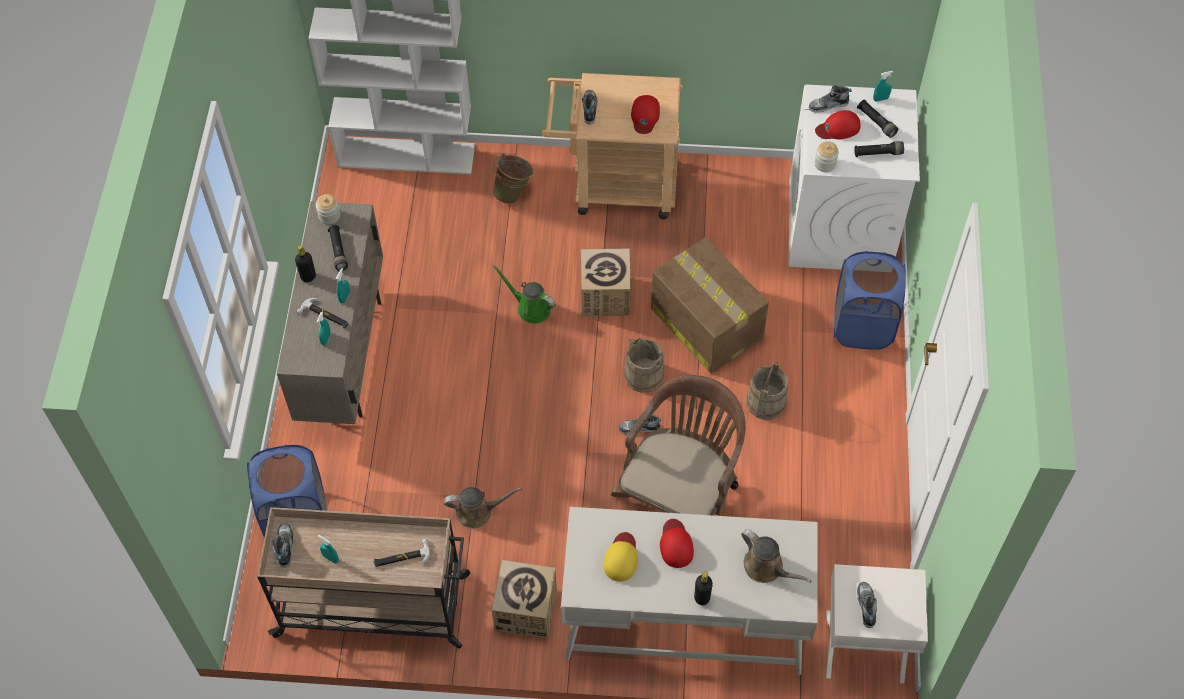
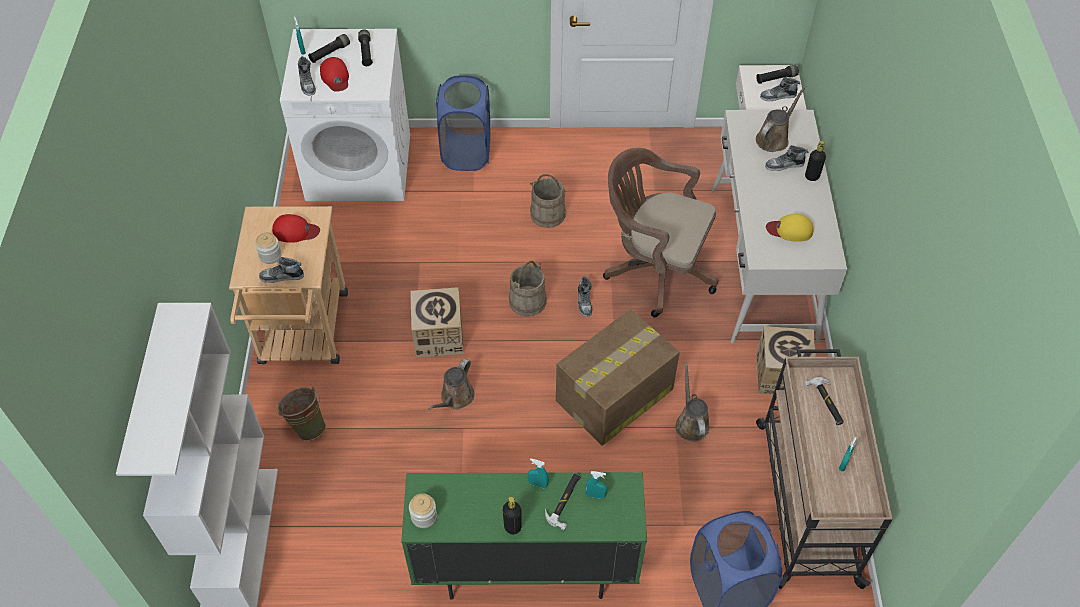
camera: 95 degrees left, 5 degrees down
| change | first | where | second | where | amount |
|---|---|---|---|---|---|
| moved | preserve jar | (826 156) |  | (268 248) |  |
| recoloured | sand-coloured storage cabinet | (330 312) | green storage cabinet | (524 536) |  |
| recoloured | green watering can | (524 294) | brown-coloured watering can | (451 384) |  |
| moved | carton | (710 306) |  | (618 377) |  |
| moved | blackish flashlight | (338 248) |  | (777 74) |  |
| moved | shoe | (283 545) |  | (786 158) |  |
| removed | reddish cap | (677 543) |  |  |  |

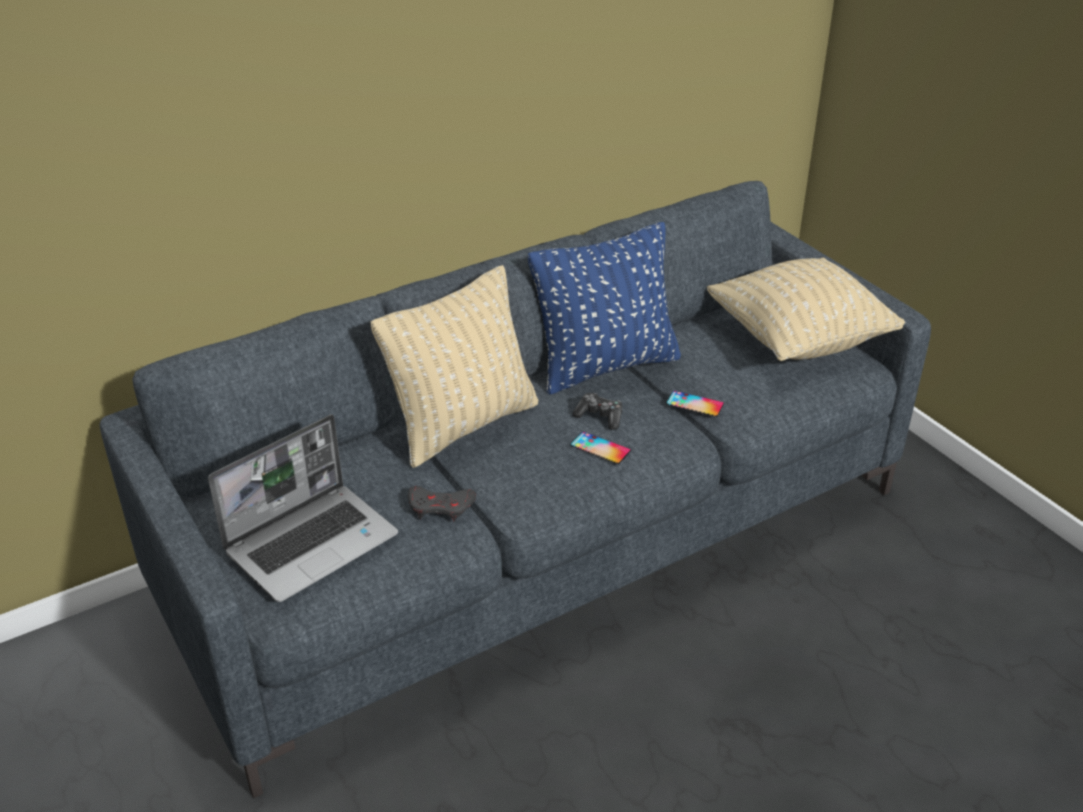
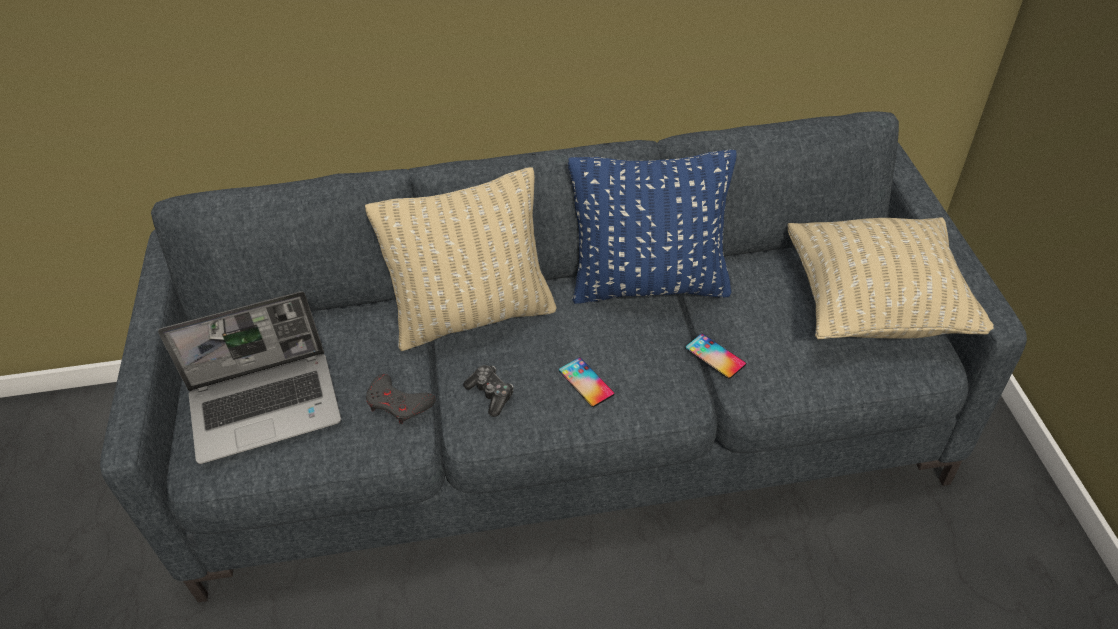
camera: 25 degrees right, 10 degrees up
| change | first | where | second | where | amount |
|---|---|---|---|---|---|
| moved | joypad | (597 411) |  | (488 391) |  |

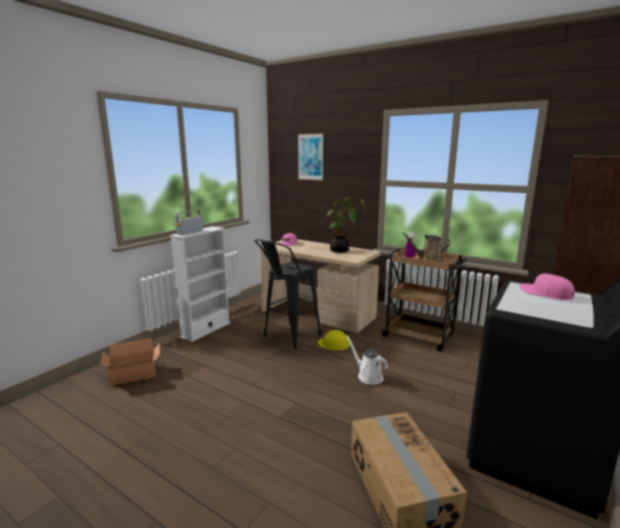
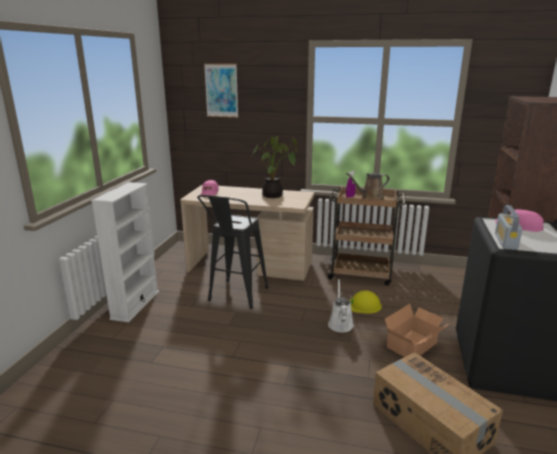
camera: 20 degrees left, 5 degrees up
| change | first | where | second | where | amount |
|---|---|---|---|---|---|
| turned | white watering can | (367 360) |  | (341 306) | 60 degrees clockwise |
| moved | yellow work helmet | (334 340) |  | (366 302) |  |
| moved | carton | (130 362) |  | (417 330) |  |
| moved | radio set | (189 222) |  | (509 227) |  |

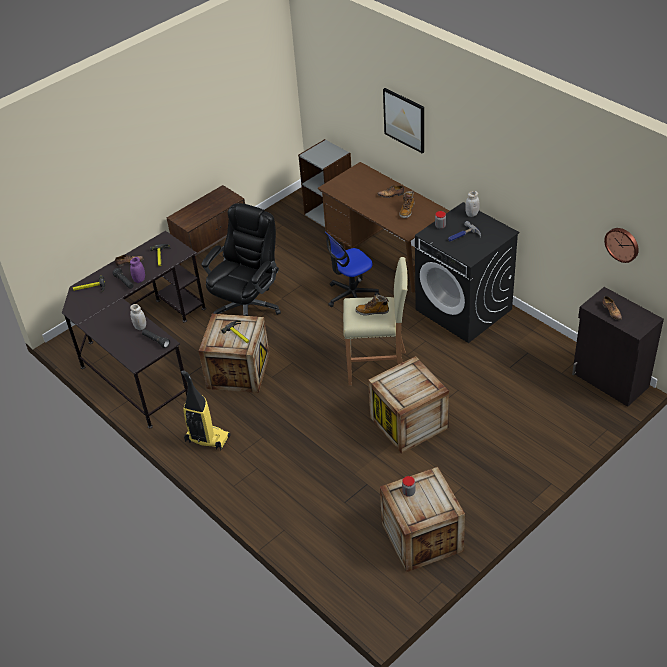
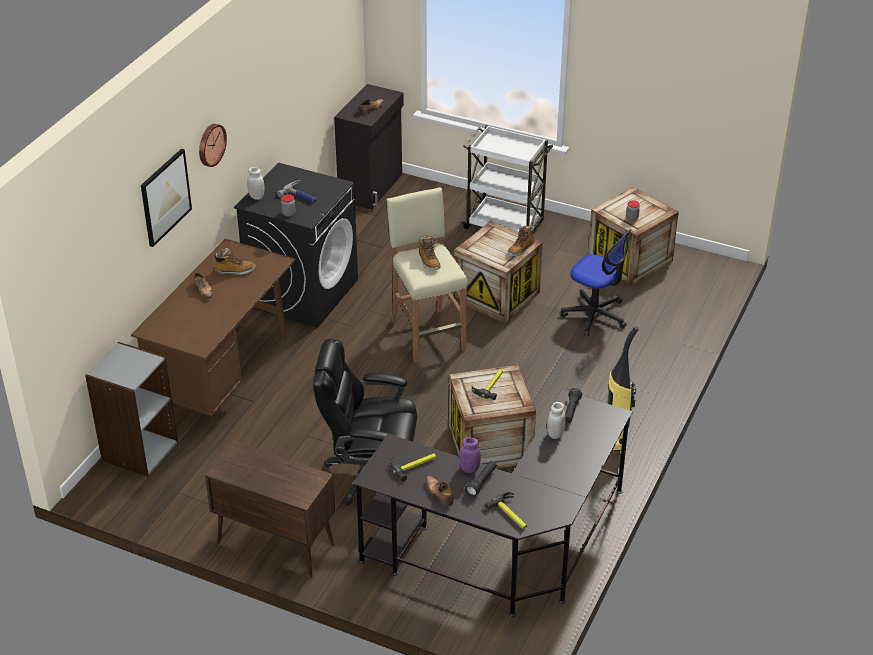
camera: 115 degrees left, 5 degrees down
| change | first | where | second | where | amount |
|---|---|---|---|---|---|
| moved | hanging clock | (621 245) |  | (213 145) |  |
| added |  |  | white wheeled cart | (507 178) |  |
| added |  |  | high-top boot | (521 240) |  |
| moved | computer chair | (352 269) |  | (596 282) |  |

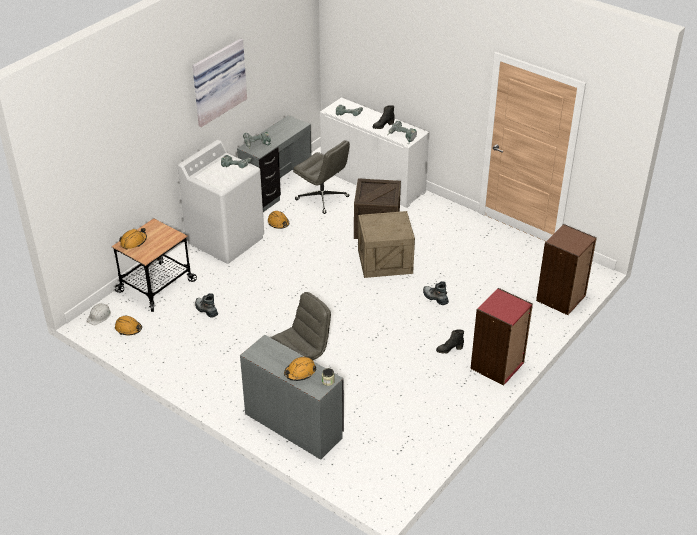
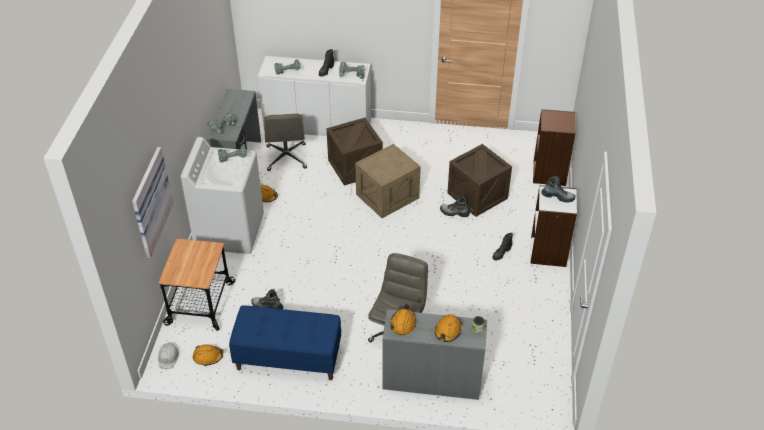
camera: 30 degrees left, 5 degrees up
| change | first | where | second | where | amount |
|---|---|---|---|---|---|
| moved | wall art | (219 82) |  | (153 202) |  |
| added |  |  | bluish long seat | (285 342) |  |
| turned | gray computer chair | (321 177) |  | (285 142) | 75 degrees clockwise |
| moved | orange-coloured work helmet | (133 238) |  | (403 319) |  |
| added |  |  | packing crate | (479 180) |  |
| recoloured | reddish bookshelf | (502 337) | white bookshelf | (553 226) |  |
| added |  |  | high-top boot | (558 189) |  |

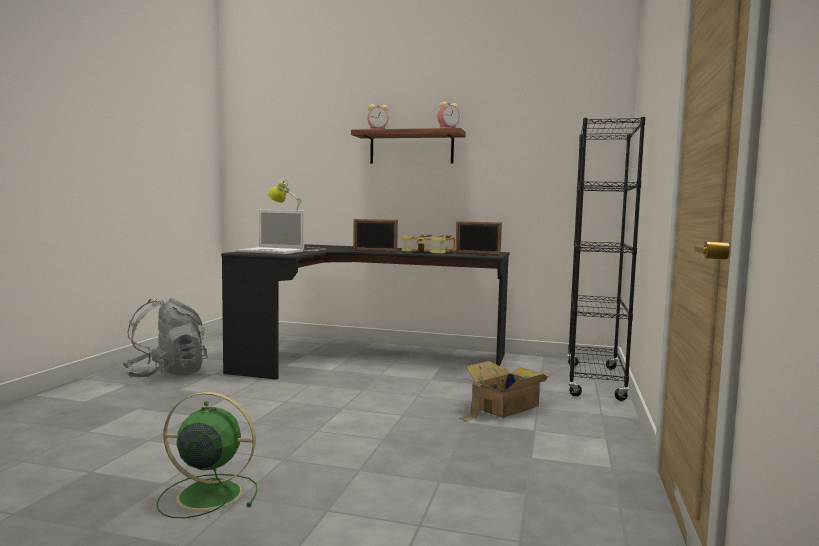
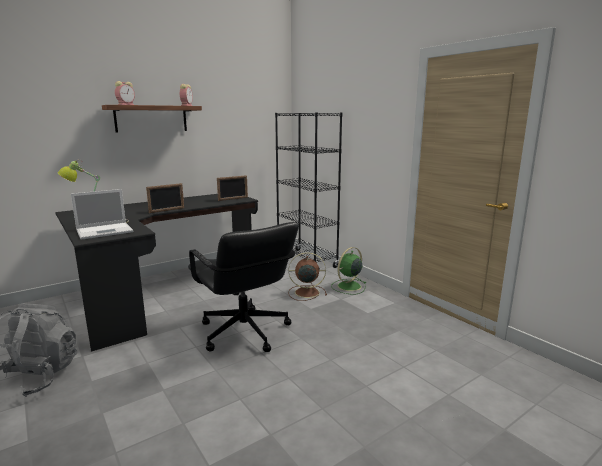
camera: 50 degrees left, 10 degrees up
| change | first | where | second | where | amount |
|---|---|---|---|---|---|
| added |  |  | blackish computer chair | (243 287) |  |
| replaced | carton | (503 391) | brown-coloured cooling fan | (307 276) |  |
| moved | green cooling fan | (207 455) |  | (348 271) |  |
| removed | volume | (428 243) |  |  |  |

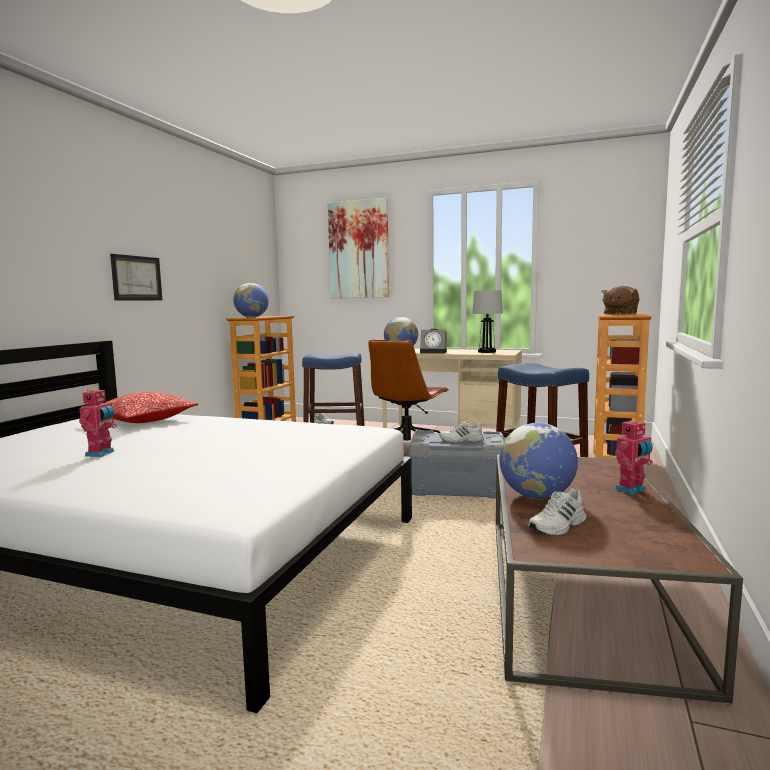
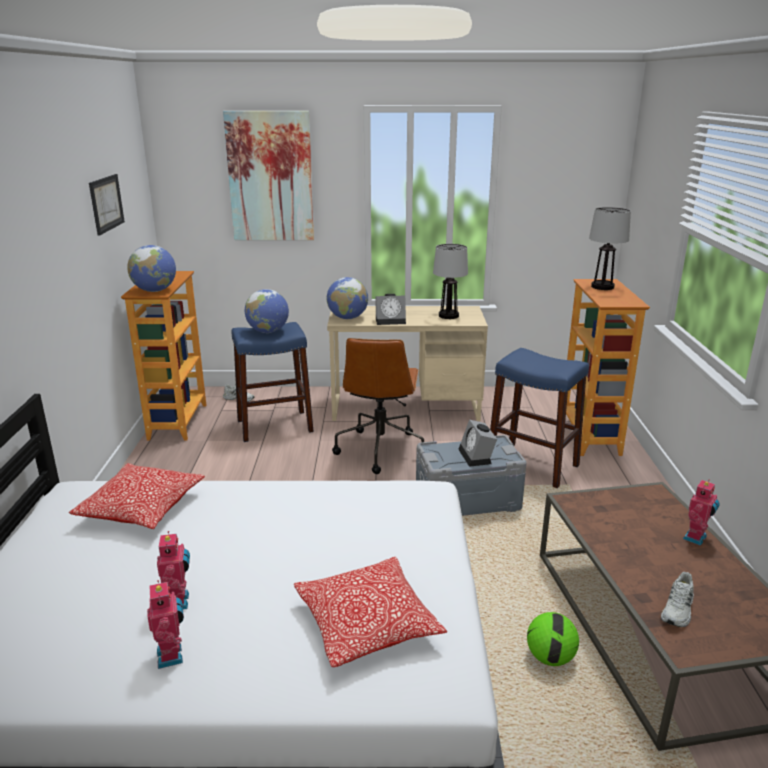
camera: 20 degrees left, 15 degrees up
| change | first | where | second | where | amount |
|---|---|---|---|---|---|
| moved | wall art | (136 277) |  | (107 204) |  |
| added |  |  | model robot | (165 624) |  |
| moved | globe | (538 461) |  | (267 311) |  |
| added |  |  | cushion | (370 612) |  |
| replaced | white shoe | (461 432) | table clock | (477 443) |  |
| added |  |  | ball for football | (553 639) |  |
| replaced | brown-coloured soft toy | (620 300) | table lamp | (610 248) |  |

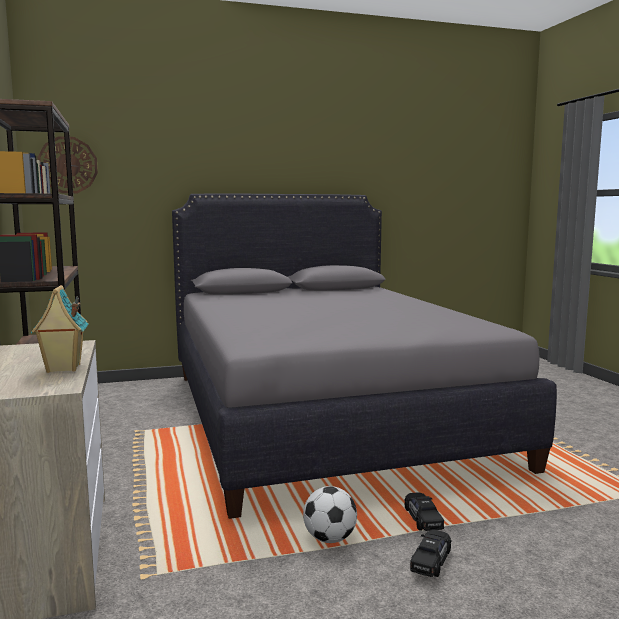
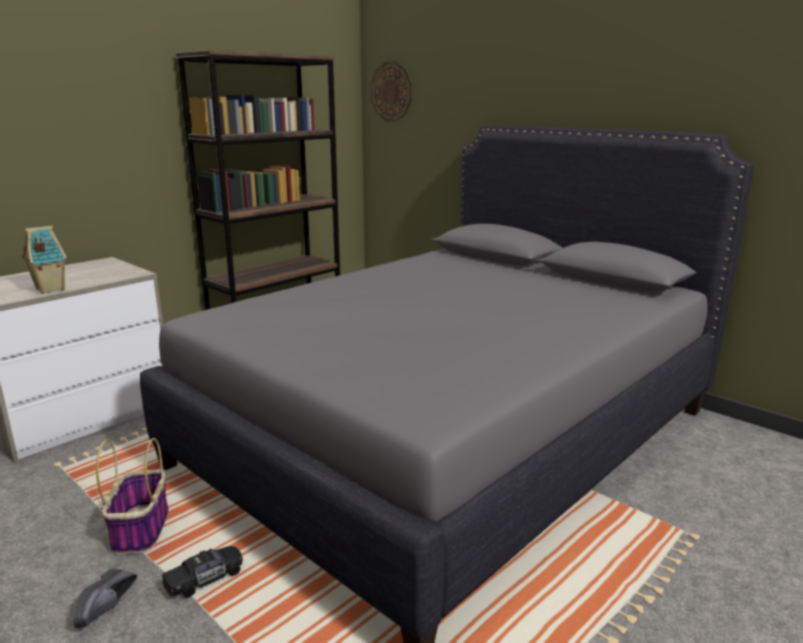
camera: 60 degrees right, 10 degrees up
| change | first | where | second | where | amount |
|---|---|---|---|---|---|
| replaced | blackish model car | (430 553) | blackish shoe | (105 598) |  |
| replaced | ball for football | (330 514) | storage basket | (132 496) |  |

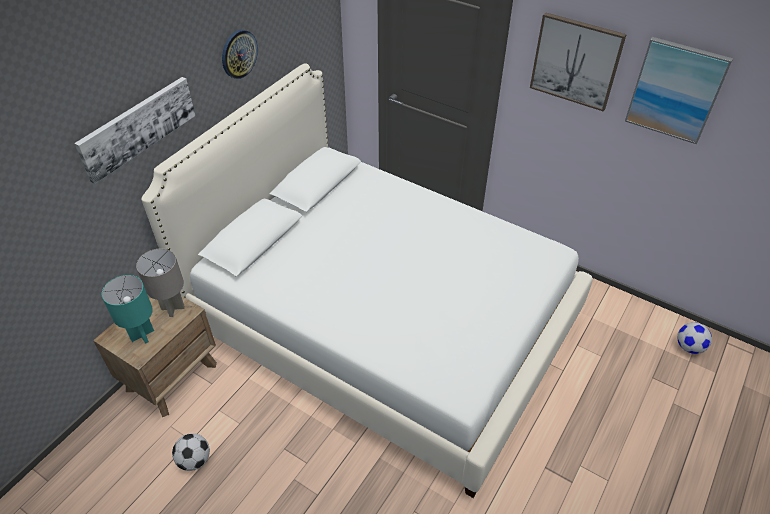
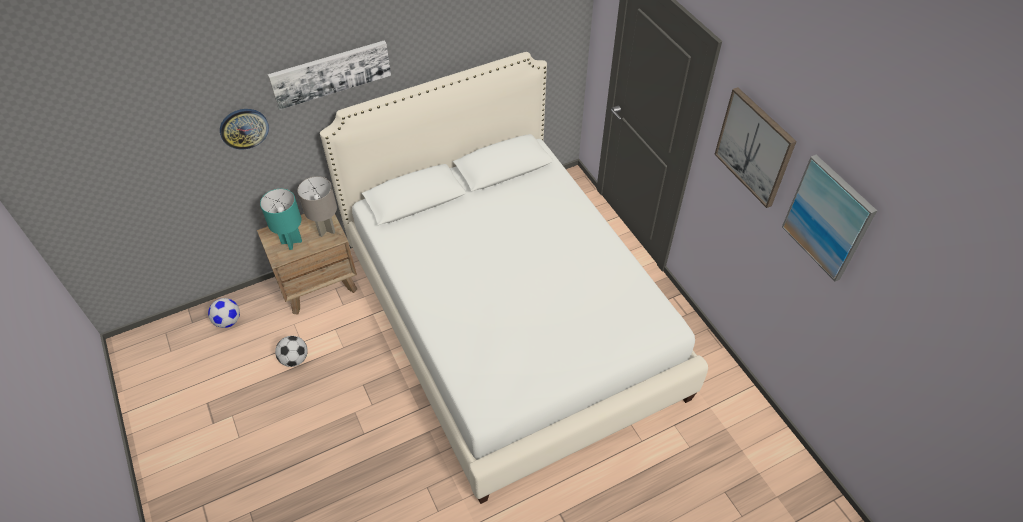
camera: 30 degrees right, 5 degrees up
| change | first | where | second | where | amount |
|---|---|---|---|---|---|
| moved | ball for football | (694 338) |  | (224 313) |  |
| moved | hanging clock | (240 54) |  | (244 129) |  |

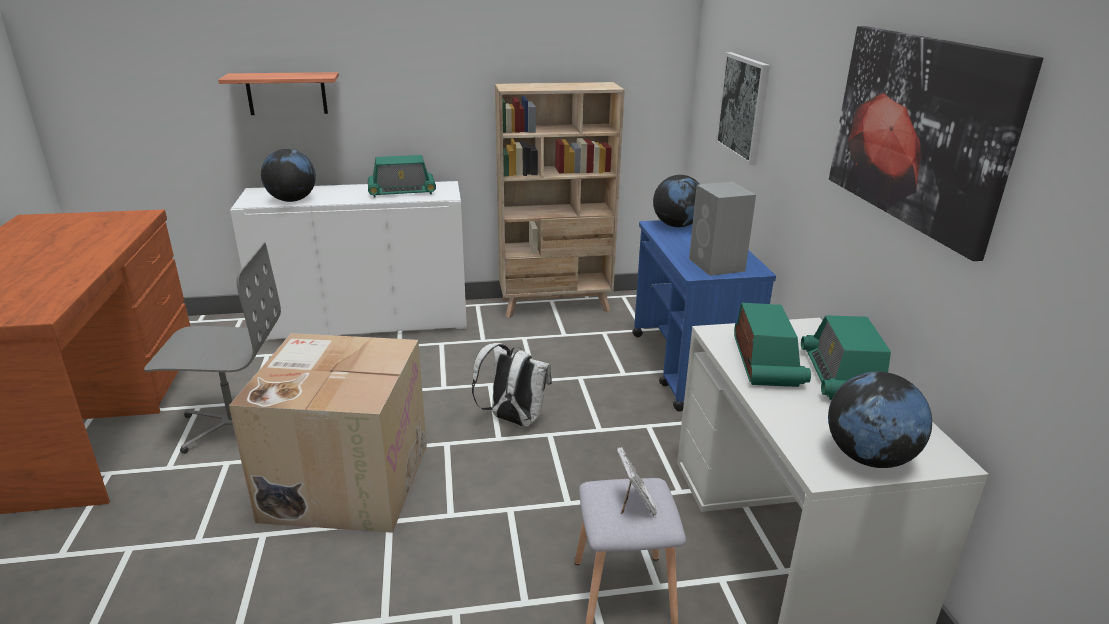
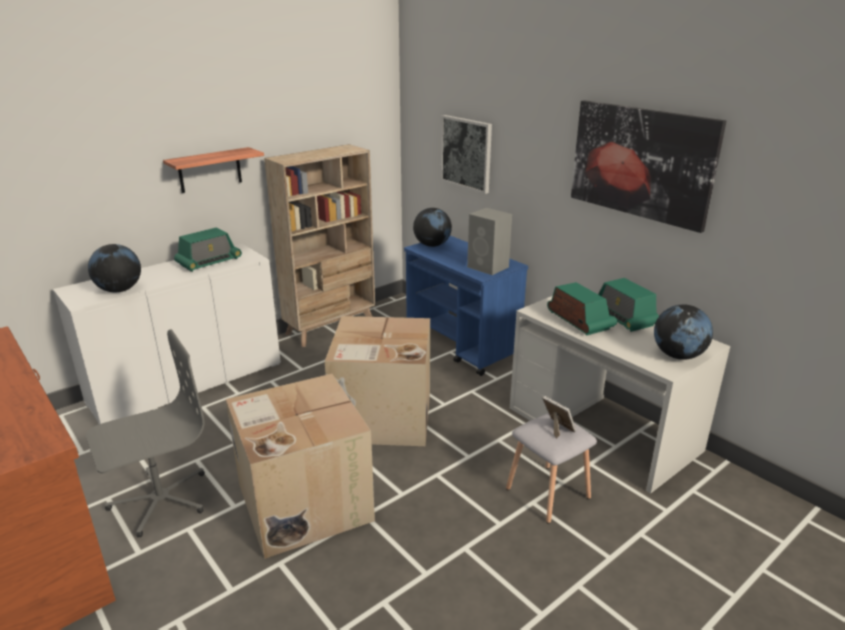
camera: 30 degrees left, 0 degrees up
| change | first | where | second | where | amount |
|---|---|---|---|---|---|
| moved | shelf | (278 93) |  | (213 170) |  |
| replaced | white backpack | (512 385) | carton | (377 381) |  |

